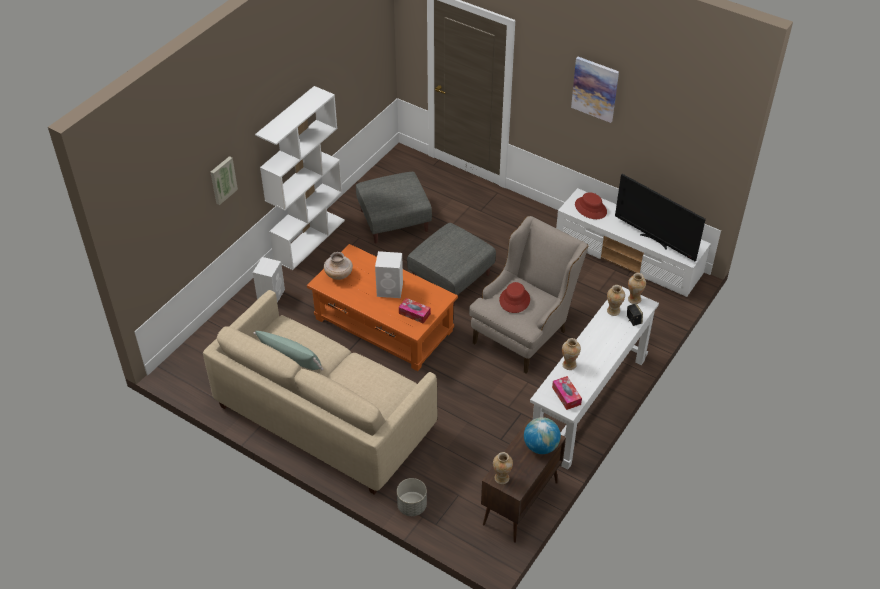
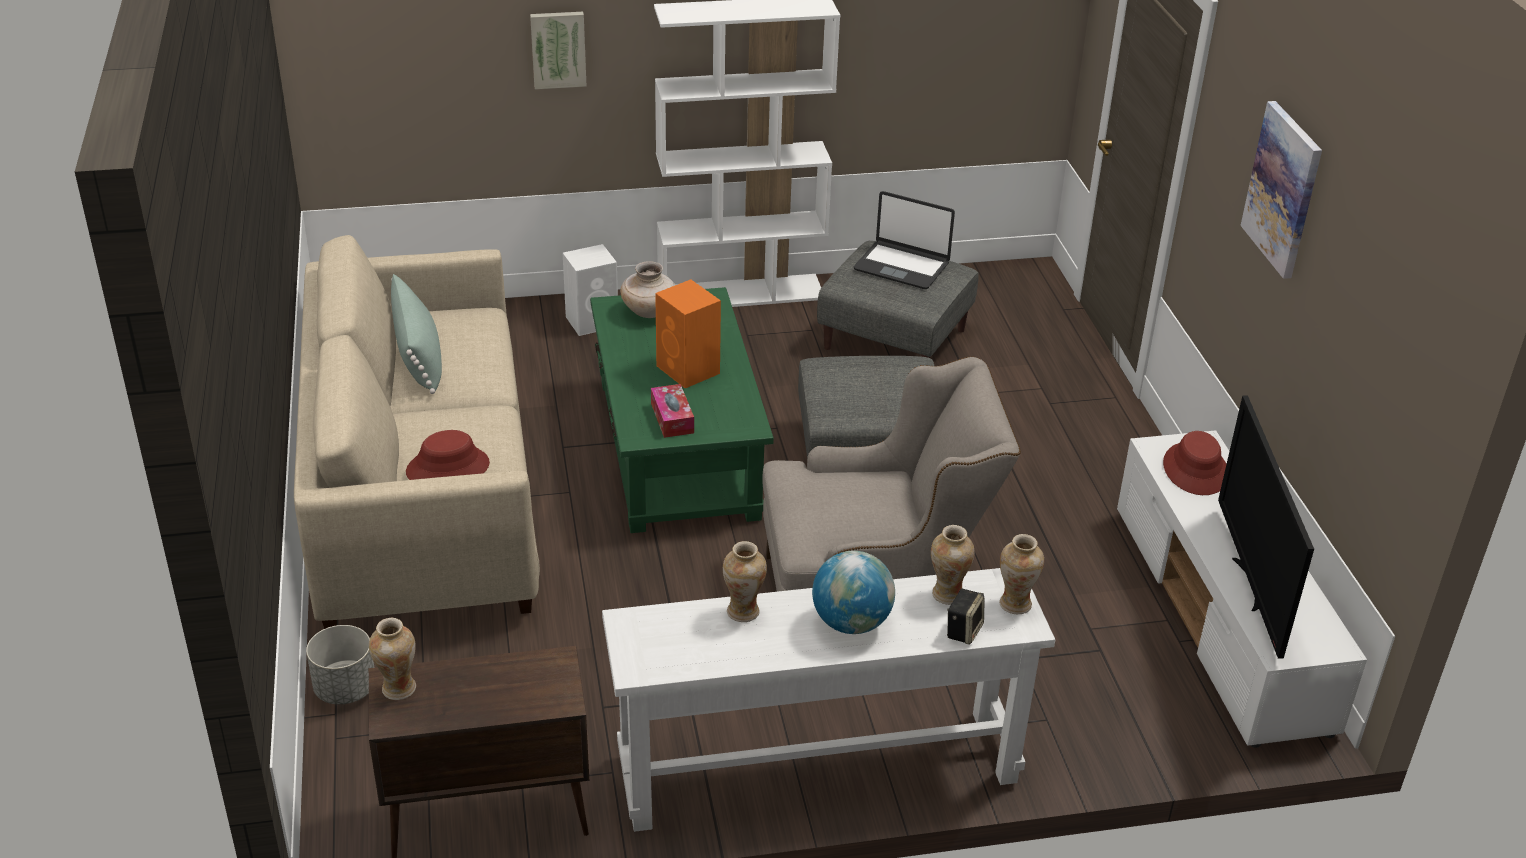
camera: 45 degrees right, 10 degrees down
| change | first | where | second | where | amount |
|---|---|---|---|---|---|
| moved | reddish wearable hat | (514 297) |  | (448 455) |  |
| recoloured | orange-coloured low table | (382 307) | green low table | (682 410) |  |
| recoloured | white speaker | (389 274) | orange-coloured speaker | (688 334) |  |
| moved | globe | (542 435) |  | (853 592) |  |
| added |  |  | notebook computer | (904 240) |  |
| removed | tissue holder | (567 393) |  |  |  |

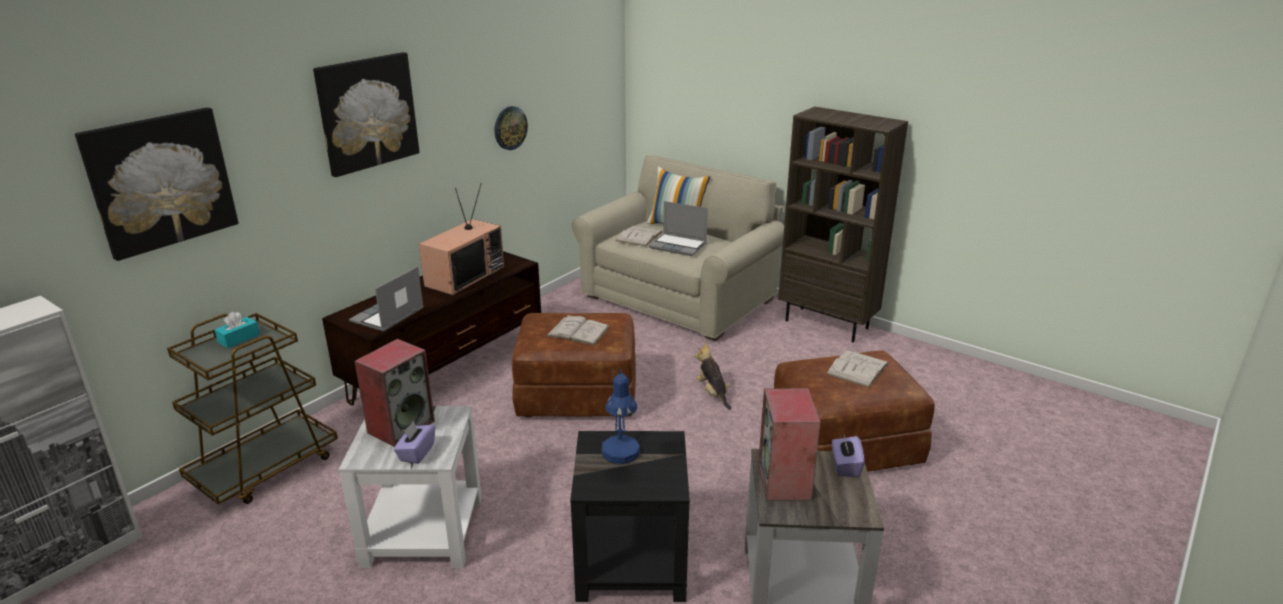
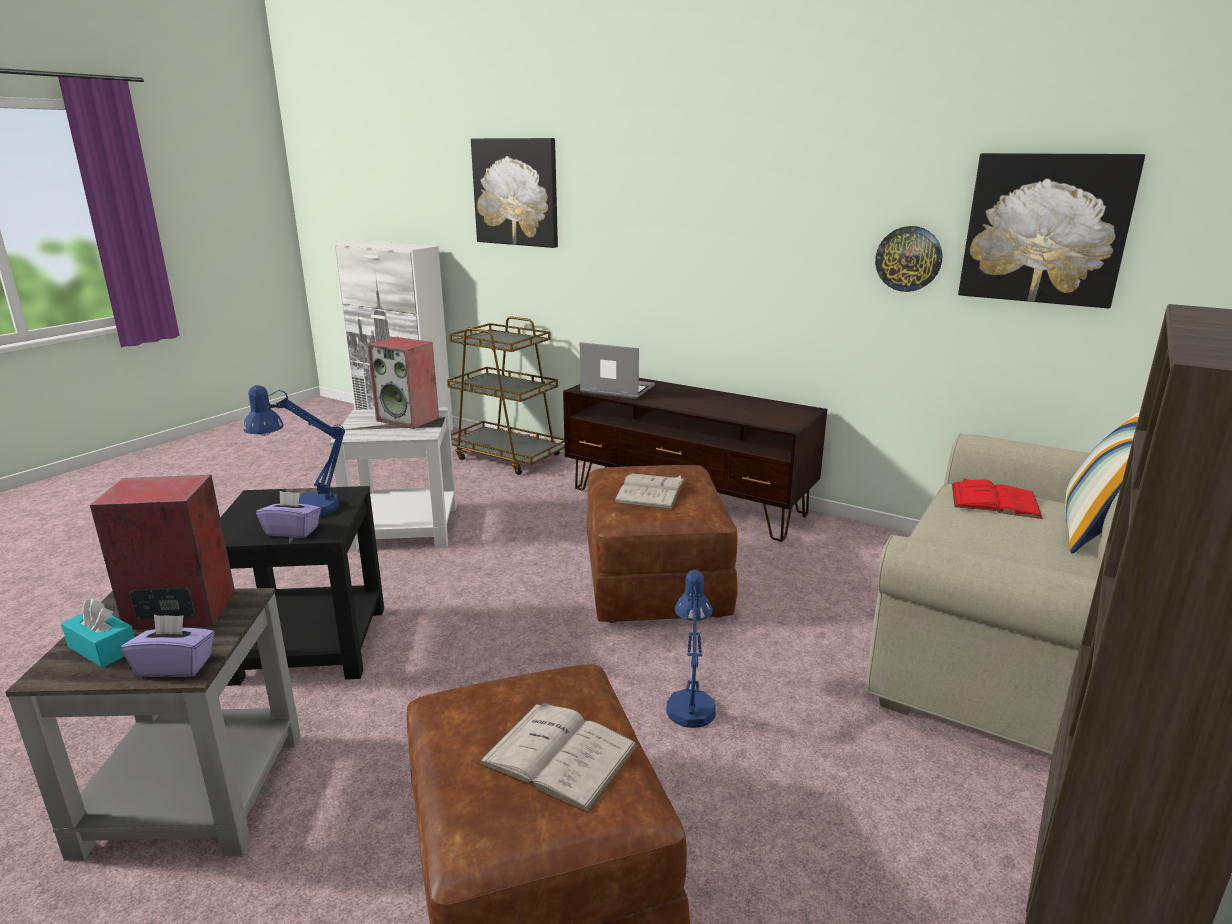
camera: 85 degrees right, 5 degrees down
| change | first | where | second | where | amount |
|---|---|---|---|---|---|
| moved | turquoise-coloured tissue holder | (237 330) |  | (98 633) |  |
| moved | purple-coloured tissue holder | (414 442) |  | (288 514) |  |
| replaced | soft toy | (713 376) | bluish table lamp | (691 649) |  |
| recoloured | white volume | (639 236) | reddish volume | (997 498) |  |
| moved | wall art | (366 114) |  | (1051 230) |  |
| removed | TV set | (461 239) |  |  |  |
| removed | notebook computer | (678 228) |  |  |  |

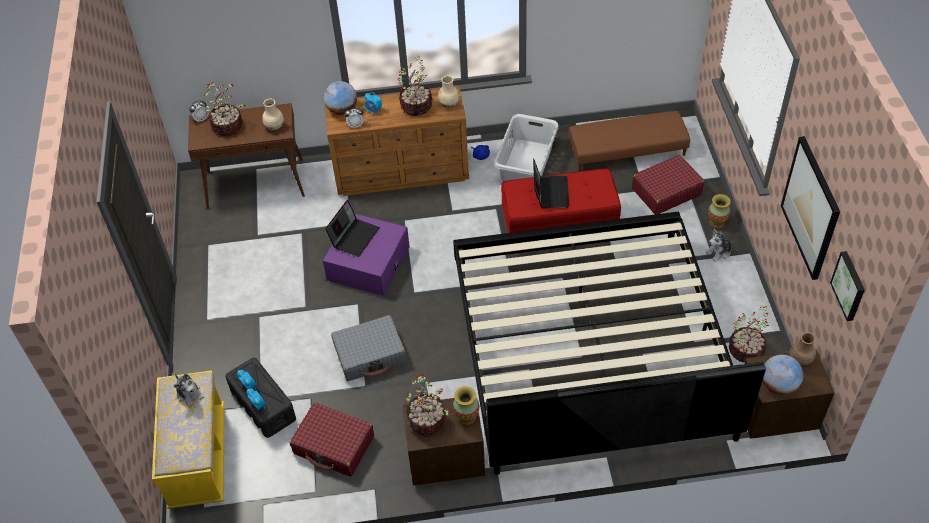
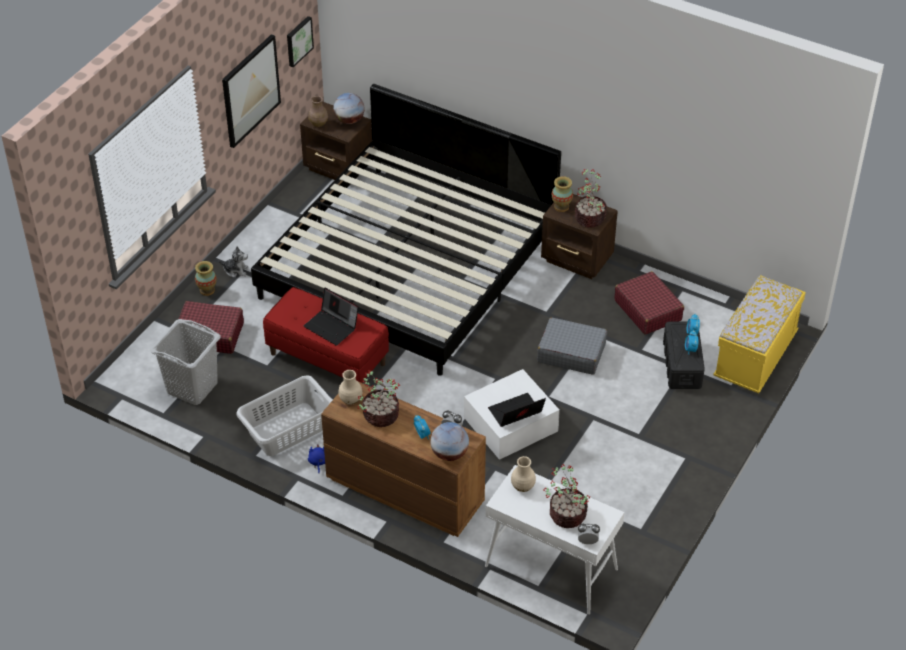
camera: 145 degrees left, 5 degrees down
| change | first | where | second | where | amount |
|---|---|---|---|---|---|
| replaced | brown-coloured pouffe | (629 141) | gray hamper | (185 362) |  |
| turned | notebook computer | (551 183) |  | (331 317) | 90 degrees counterclockwise |
| recoloured | purple-coloured storage bin | (366 255) | white storage bin | (512 414) |  |
| recoloured | brown-coloured console table | (246 156) | white console table | (554 540) |  |
| removed | soft toy | (189 390) |  |  |  |
| removed | potted plant | (749 334) |  |  |  |

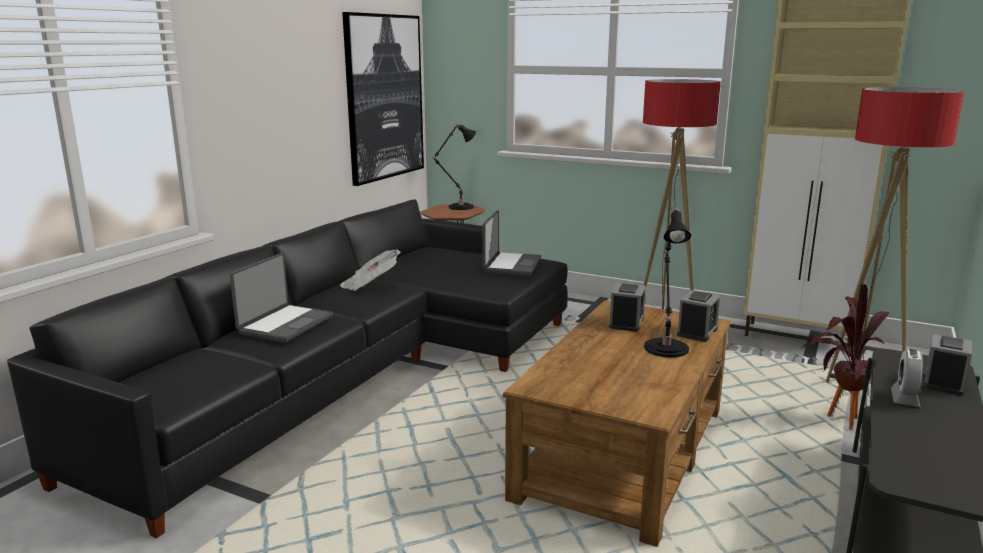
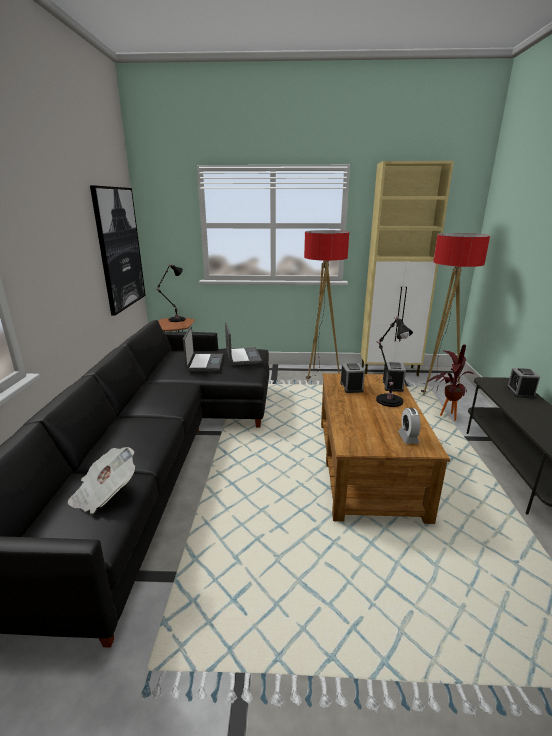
camera: 25 degrees left, 5 degrees up
| change | first | where | second | where | amount |
|---|---|---|---|---|---|
| moved | daily paper | (370 270) |  | (101 480) |  |
| moved | notebook computer | (281 298) |  | (203 349) |  |
| moved | table clock | (907 378) |  | (409 426) |  |

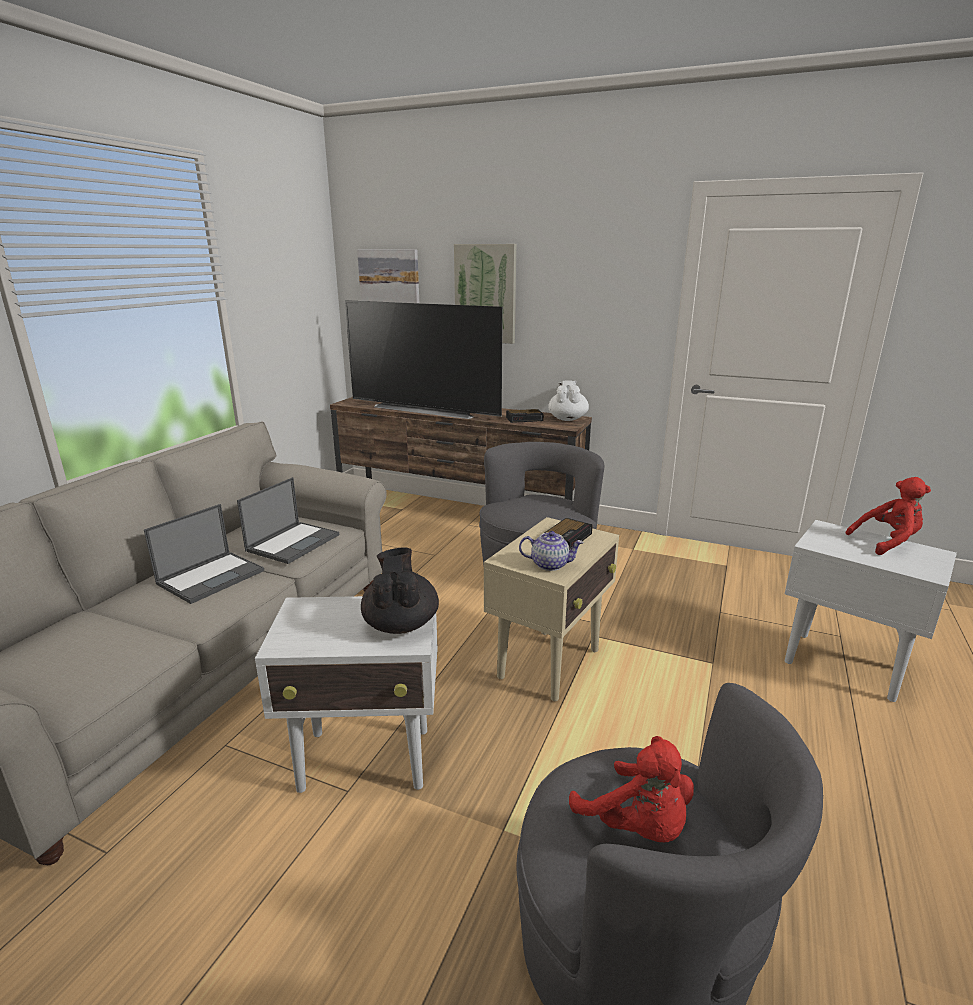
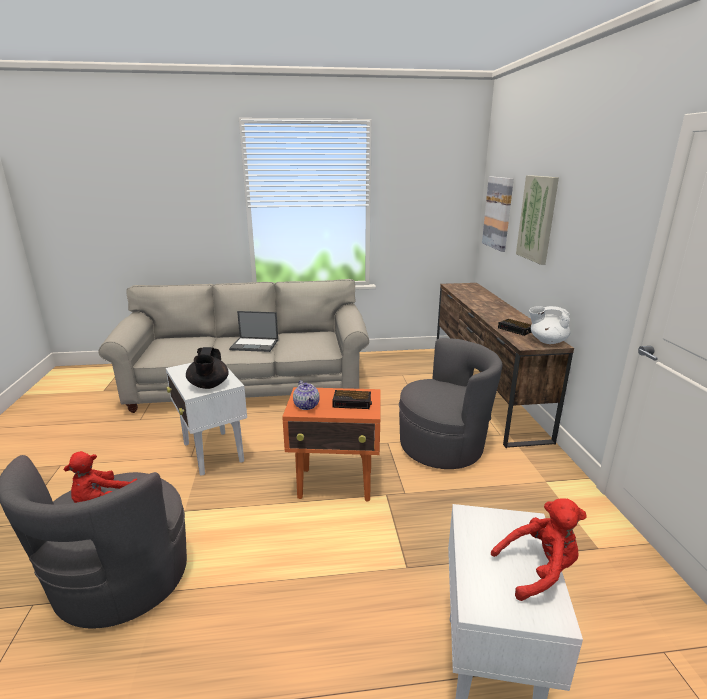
camera: 60 degrees right, 0 degrees up
| change | first | where | second | where | amount |
|---|---|---|---|---|---|
| turned | blackish tea pot | (400 590) |  | (207 368) | 120 degrees clockwise |
| recoloured | sand-coloured end table | (551 609) | orange-coloured end table | (331 444) |  |
| turned | reddish soft toy | (888 516) |  | (539 549) | 60 degrees counterclockwise |
| turned | white tea pot | (568 400) |  | (550 325) | 135 degrees counterclockwise |
| removed | notebook computer | (288 520) |  |  |  |
| removed | TV set | (424 359) |  |  |  |

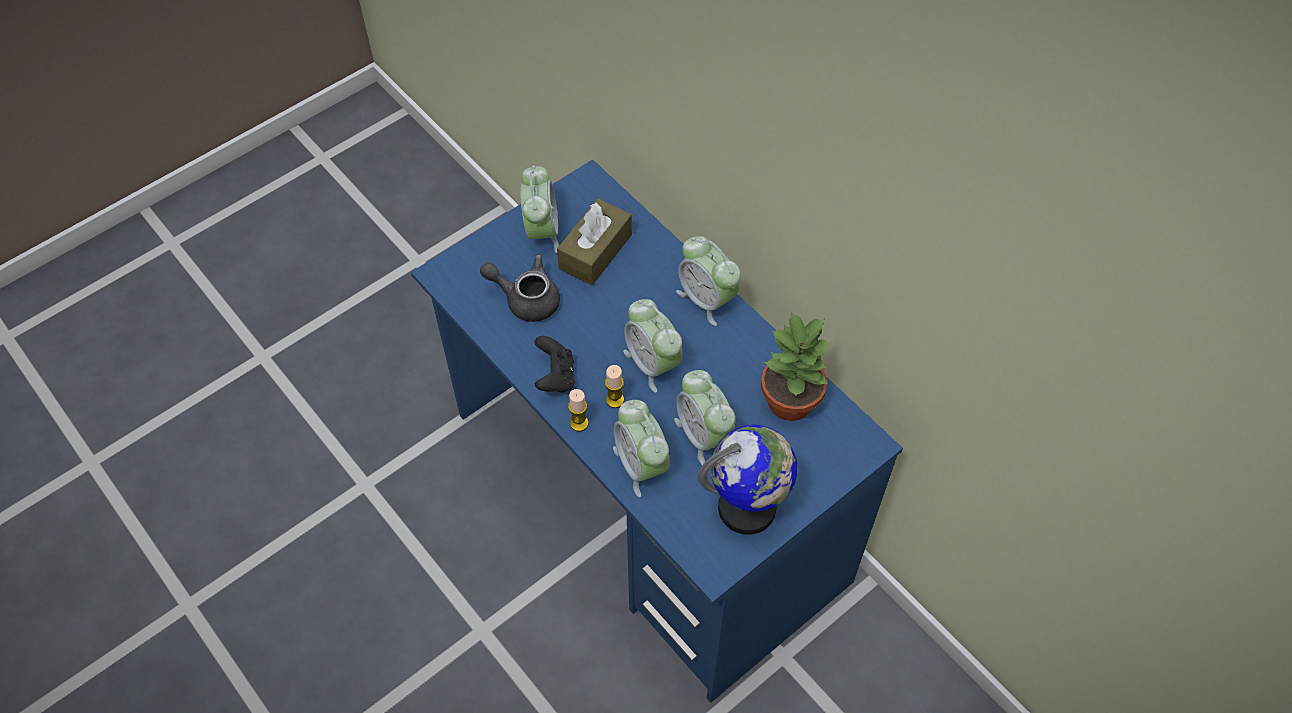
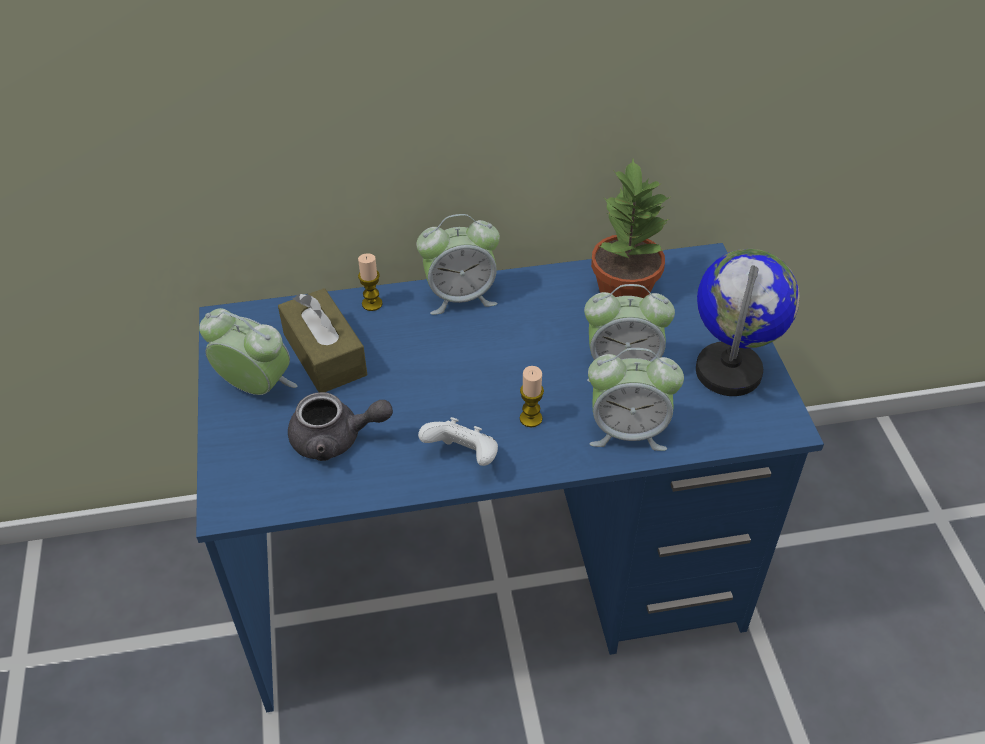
camera: 60 degrees left, 10 degrees down
| change | first | where | second | where | amount |
|---|---|---|---|---|---|
| turned | gray tea pot | (520 288) |  | (340 426) | 135 degrees counterclockwise |
| moved | candle | (578 410) |  | (370 282) |  |
| recoloured | blackish joypad | (554 364) | white joypad | (458 441) |  |
| removed | table clock | (652 346) |  |  |  |

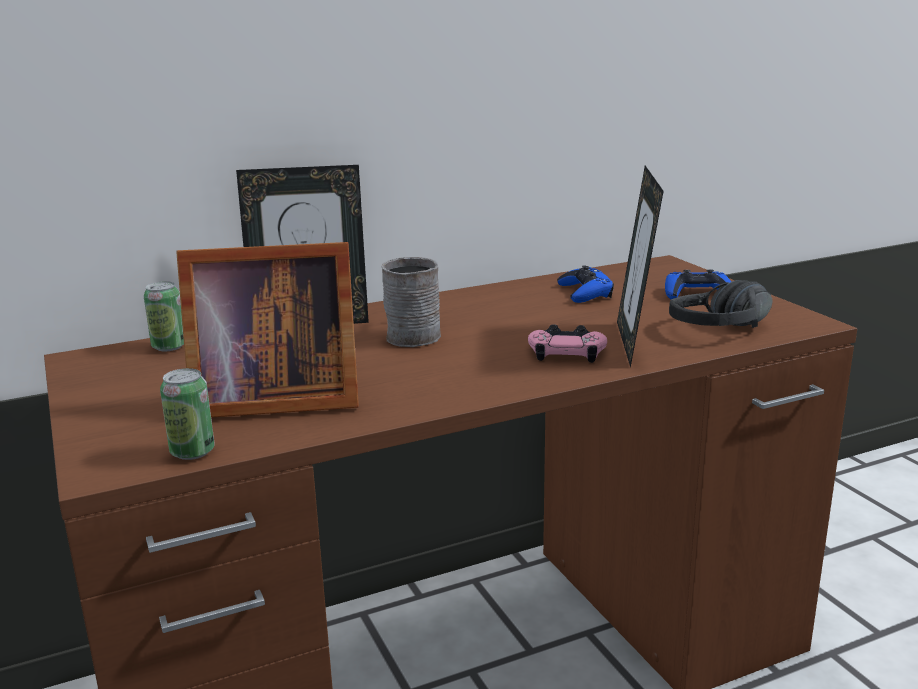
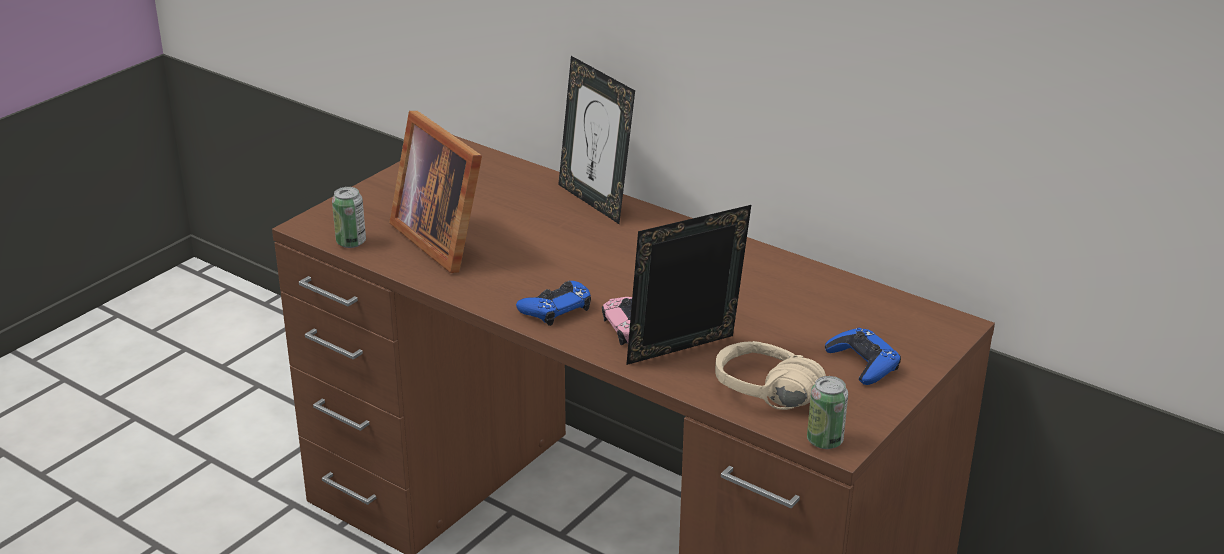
camera: 60 degrees right, 10 degrees up
| change | first | where | second | where | amount |
|---|---|---|---|---|---|
| moved | bluish joypad | (585 284) |  | (553 303) |  |
| recoloured | blackish headset | (721 304) | sand-coloured headset | (770 375) |  |
| moved | metal can | (164 316) |  | (827 412) |  |
| removed | gray mug | (411 302) |  |  |  |

